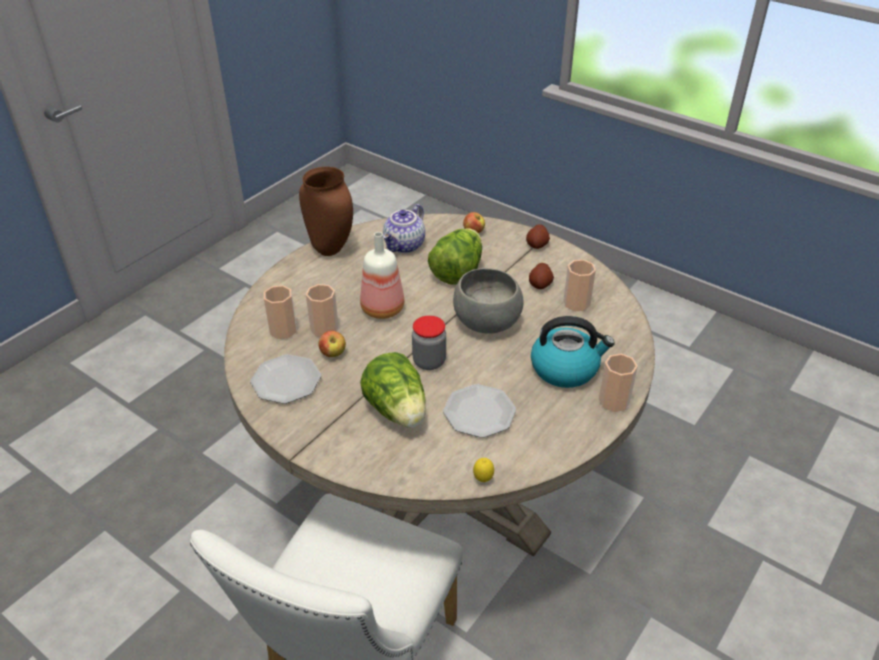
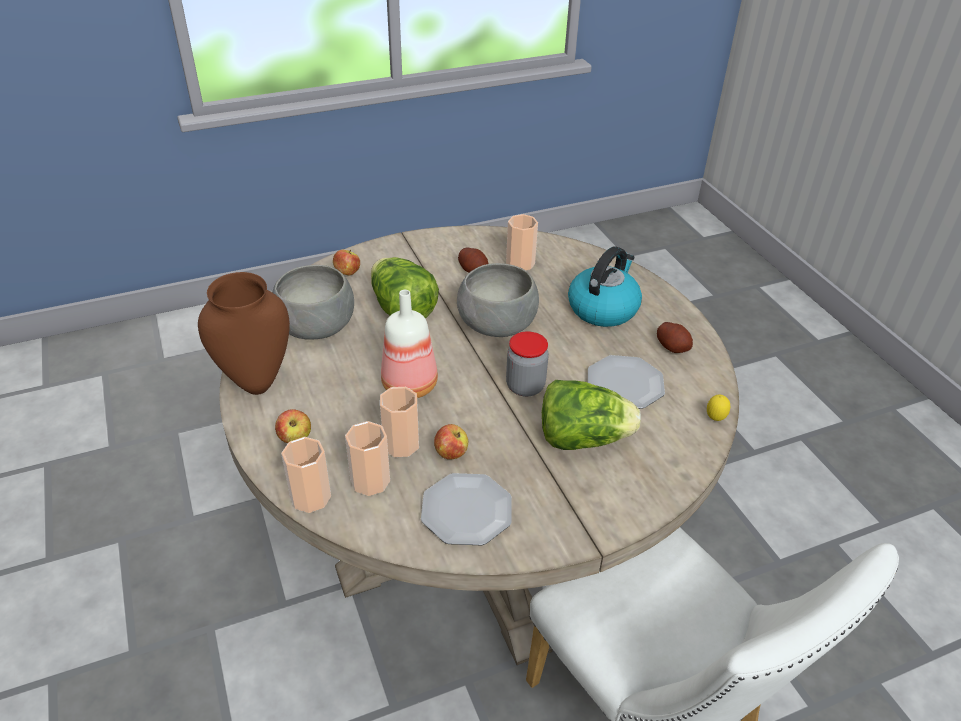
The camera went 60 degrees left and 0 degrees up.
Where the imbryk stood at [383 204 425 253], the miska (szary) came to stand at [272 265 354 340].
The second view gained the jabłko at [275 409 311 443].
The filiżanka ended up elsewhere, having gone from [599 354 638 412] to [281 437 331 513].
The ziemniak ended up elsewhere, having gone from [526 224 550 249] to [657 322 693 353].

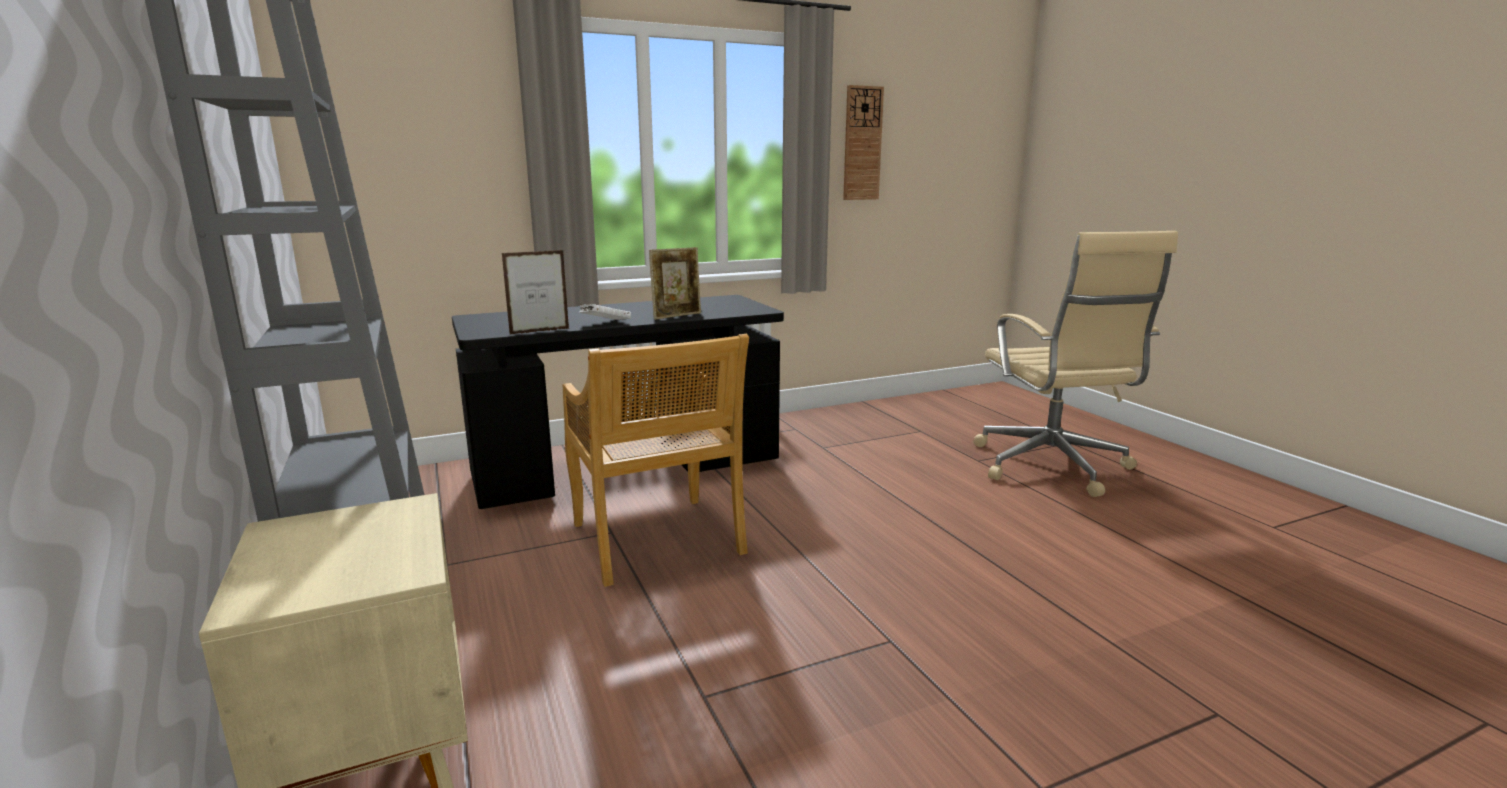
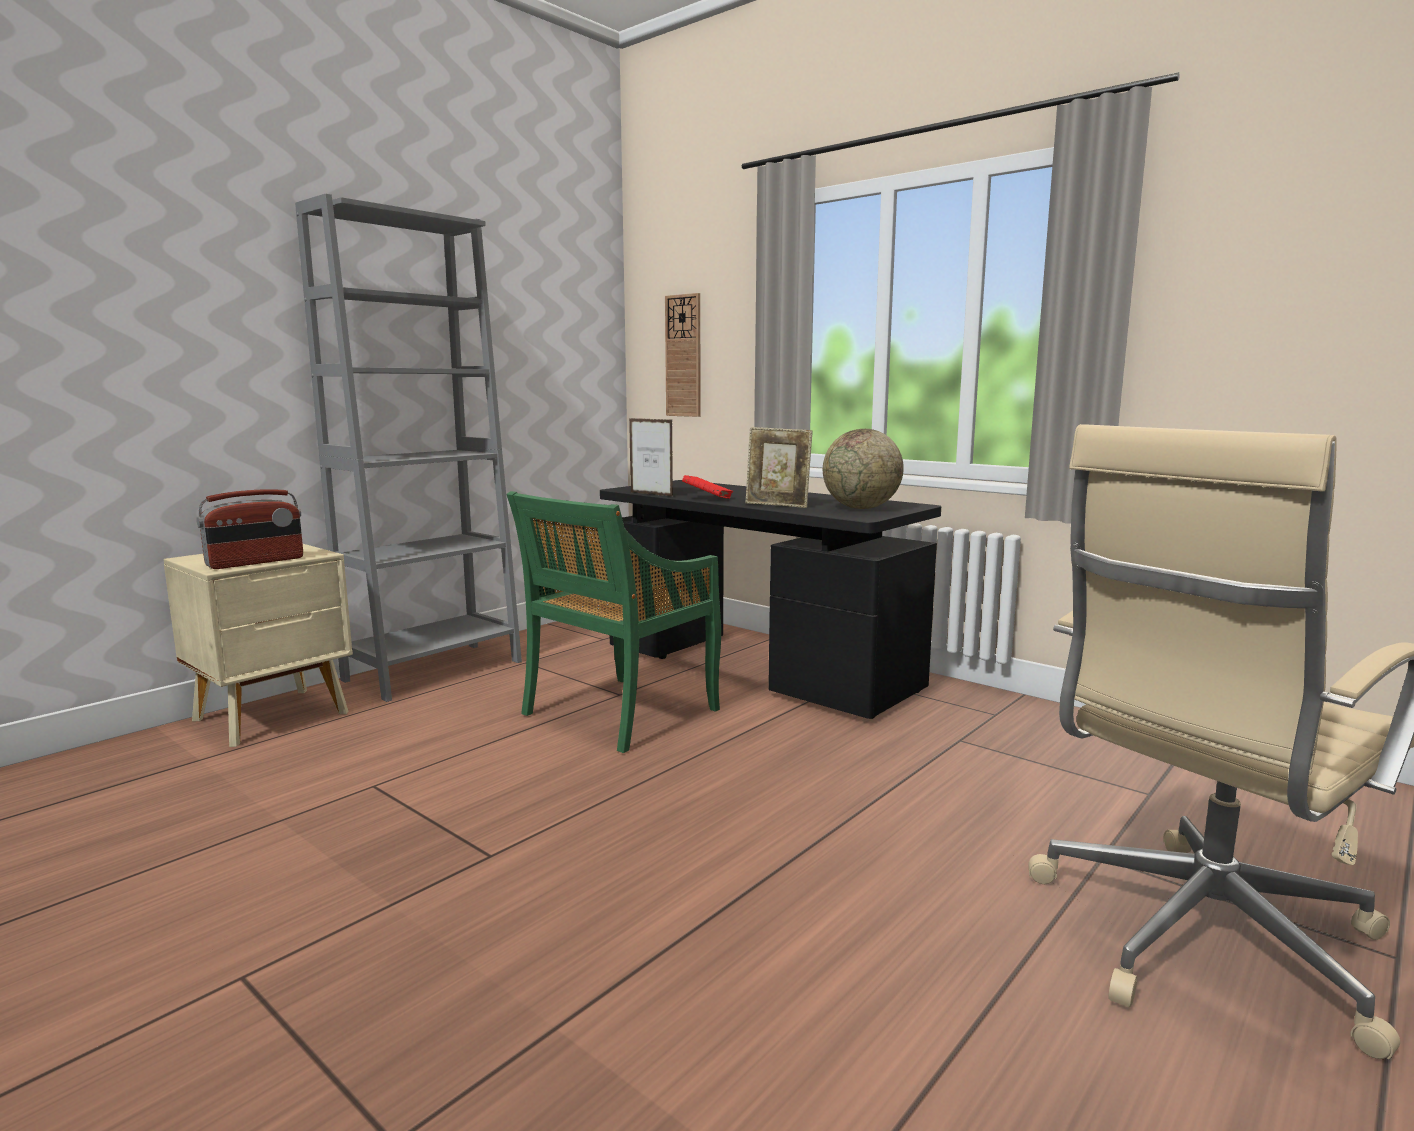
The camera went 65 degrees right and 5 degrees down.
The second view gained the radio at [196 489 303 569].
What was the krzesło (beżowy) at [563 334 749 587] turned into the krzesło (zielony) at [506 491 721 753].
The zegar ścienny ended up elsewhere, having gone from [843 85 884 200] to [665 293 700 417].
What was the książka (biały) at [579 304 631 320] turned into the książka (czerwony) at [682 475 733 499].
The second view gained the globus at [823 429 904 509].

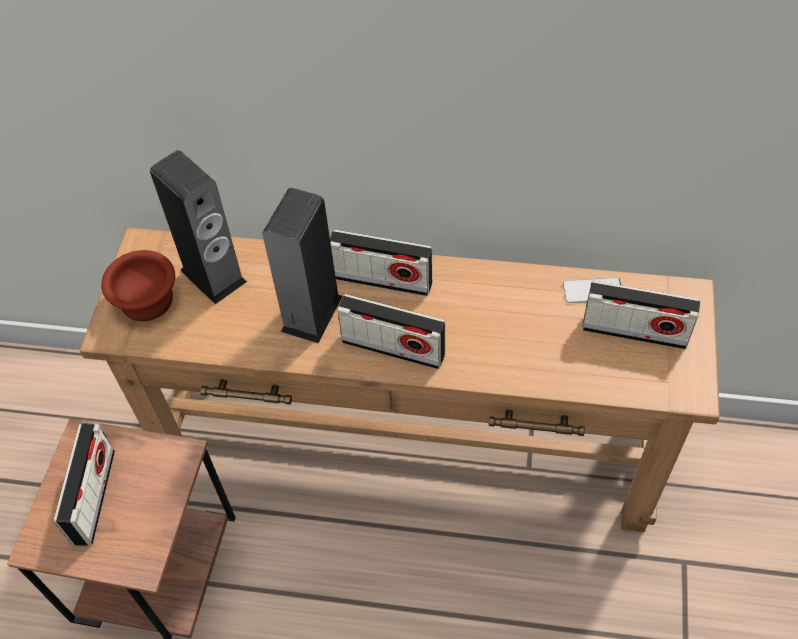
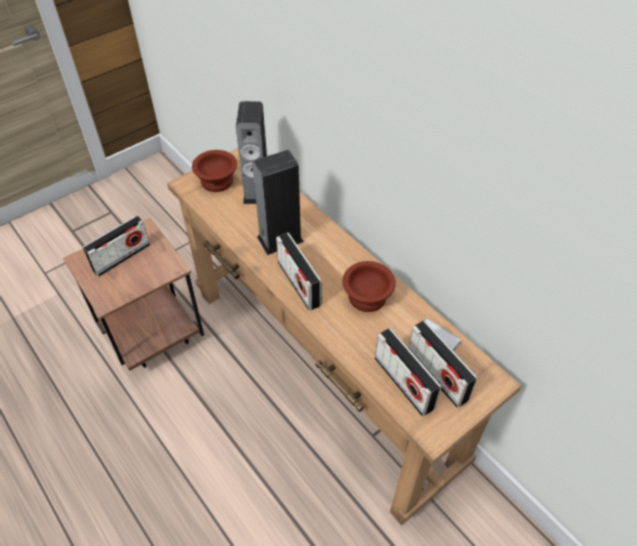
The camera went 40 degrees right and 5 degrees down.
The second view gained the miska (brązowy) at [343 261 396 312].
The radio ended up elsewhere, having gone from [330 230 432 296] to [375 328 441 416].

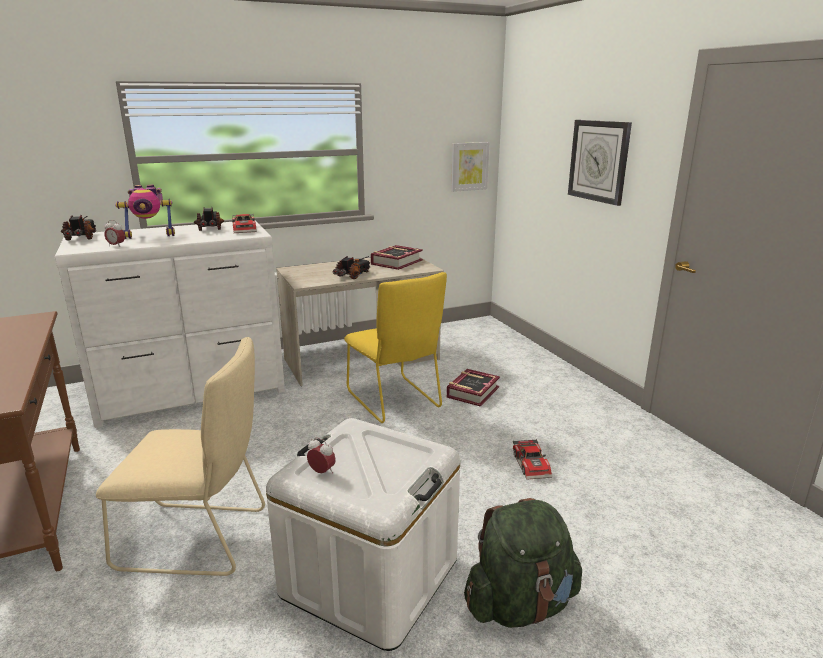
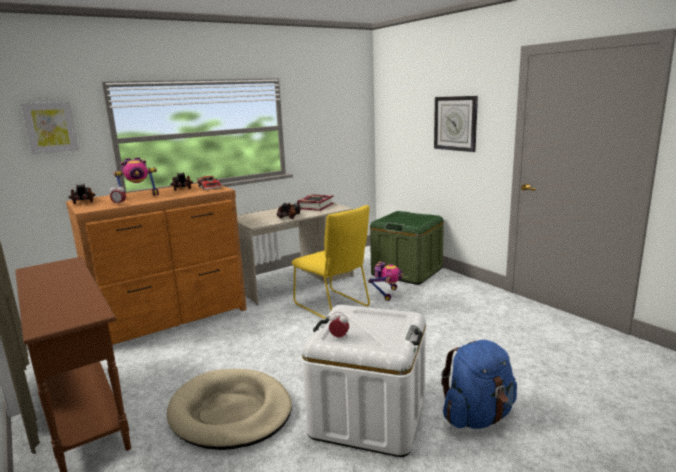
The camera went 10 degrees left and 5 degrees down.
The obraz ended up elsewhere, having gone from [451 142 489 192] to [21 102 79 154].
What was the komoda (biały) at [55 220 285 428] turned into the komoda (brązowy) at [66 183 247 345].
Where the krzesło (beżowy) stood at [96 337 265 576], the legowisko (beżowy) came to stand at [167 369 292 450].
Where the książka stood at [447 369 500 407], the robot zabawkowy came to stand at [368 261 403 301].
The second view gained the pojemnik do przechowywania (zielony) at [370 211 444 285].
What was the plecak (zielony) at [464 498 582 628] turned into the plecak (niebieski) at [441 340 517 429].
The second view lost the samochodzik at [513 439 552 480].

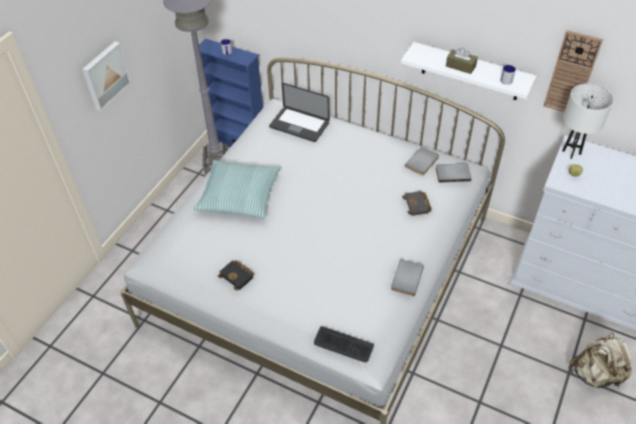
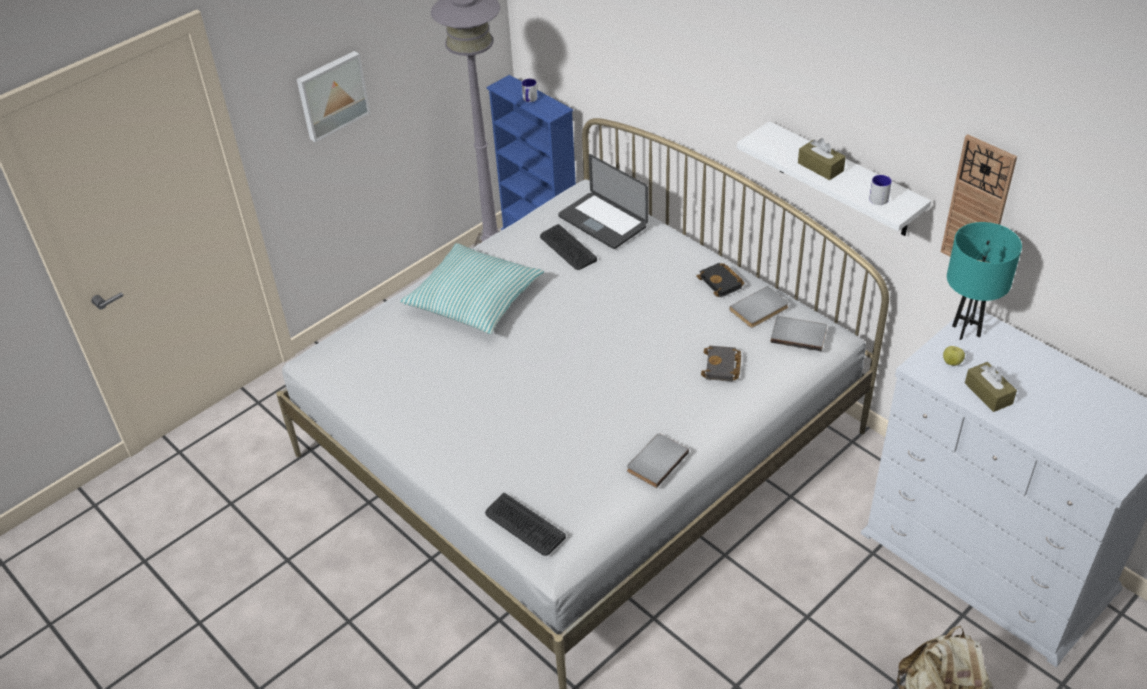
The camera went 20 degrees right and 5 degrees down.
The second view gained the klawiatura at [540 224 597 270].
The książka (czarny) ended up elsewhere, having gone from [218 260 254 290] to [696 263 745 297].
What was the lampa stołowa (biały) at [562 84 614 159] turned into the lampa stołowa (turkusowy) at [947 222 1022 340].
The second view gained the pudełko chusteczek (brązowy) at [965 362 1017 412].

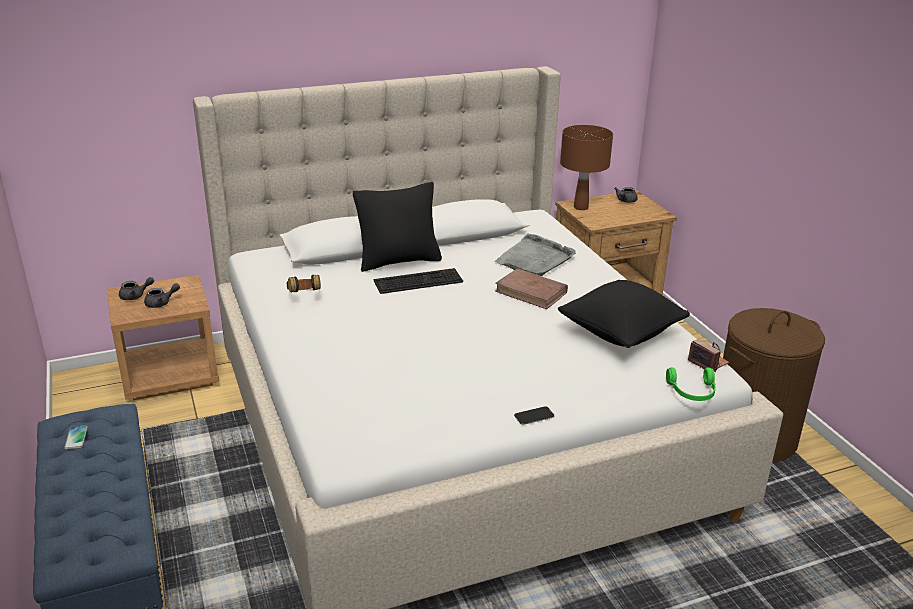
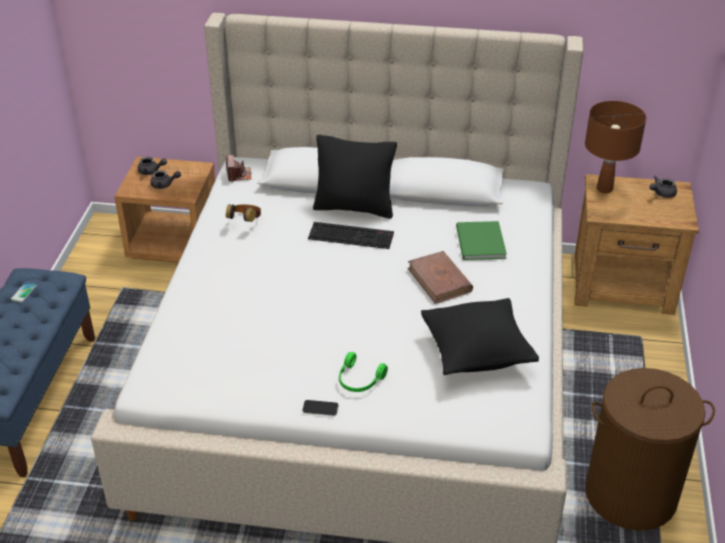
The camera went 30 degrees right and 10 degrees up.
The aparat fotograficzny ended up elsewhere, having gone from [688 339 729 372] to [225 155 252 182].
The słuchawki (zielony) ended up elsewhere, having gone from [666 367 716 401] to [339 352 388 392].
Where the taca (szary) stood at [494 234 576 276], the książka (zielony) came to stand at [456 221 507 260].

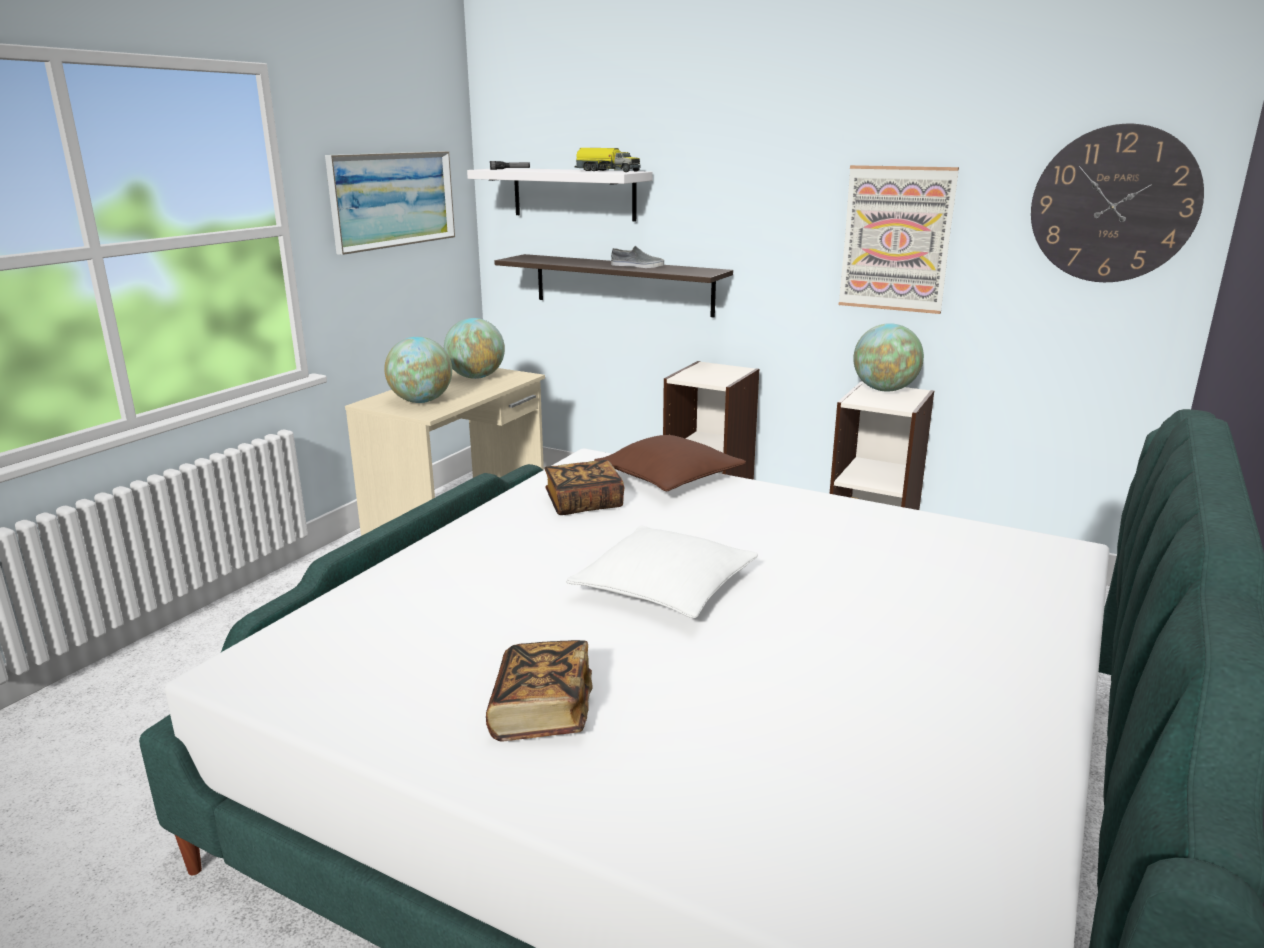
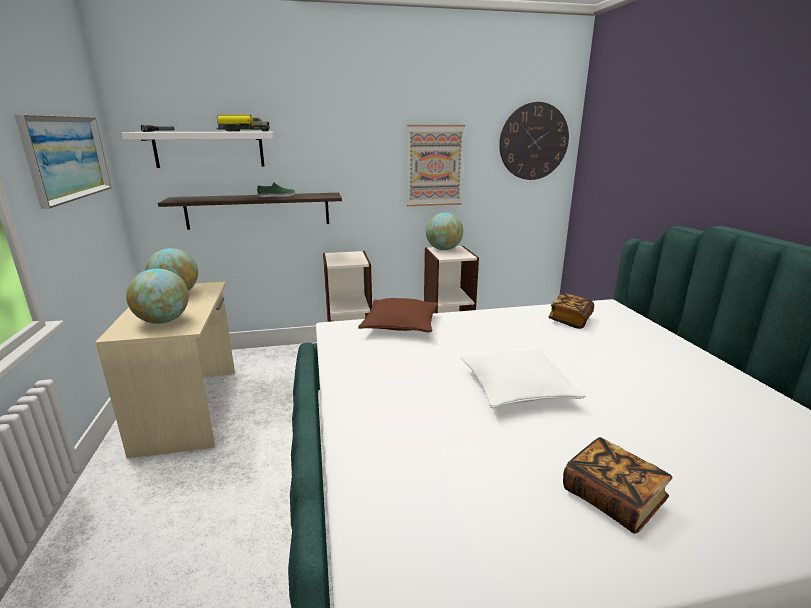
The camera went 40 degrees left and 0 degrees up.
What was the but (szary) at [611 246 664 268] turned into the but (zielony) at [257 183 295 197].
The książka ended up elsewhere, having gone from [544 460 624 515] to [548 293 594 329].

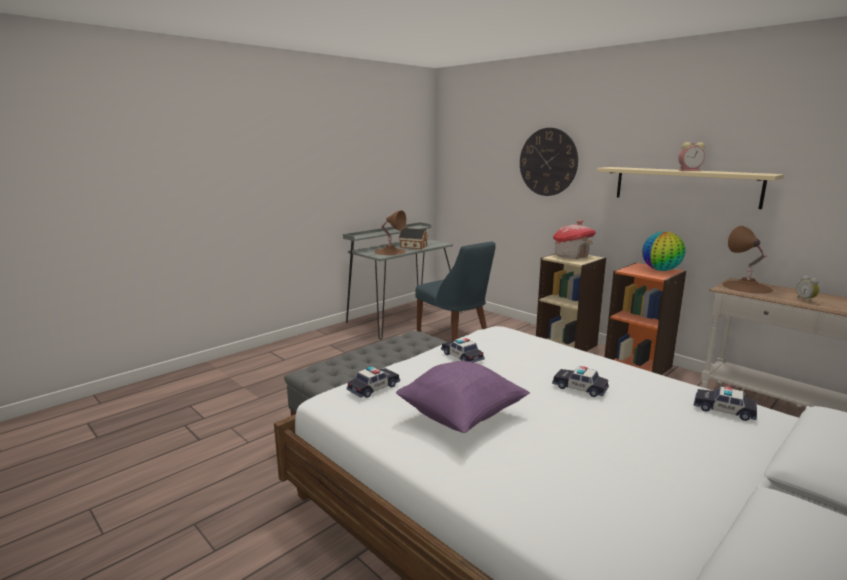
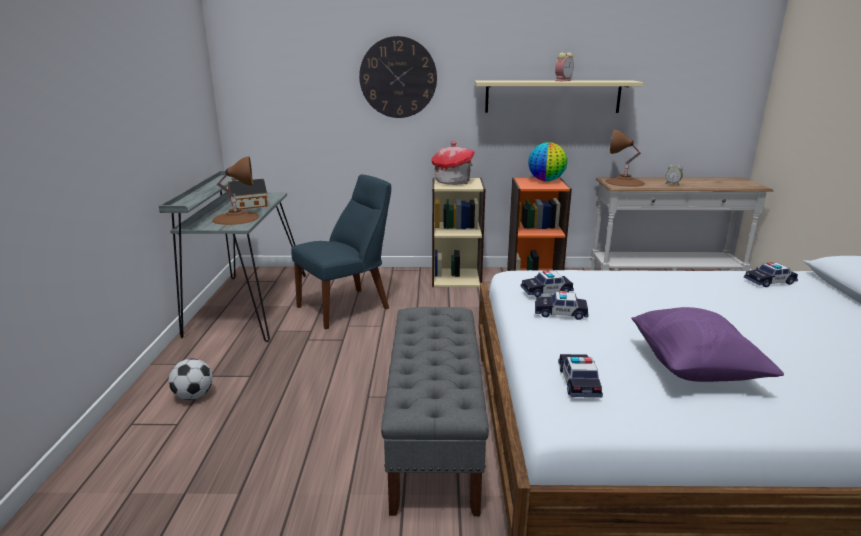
The camera went 45 degrees left and 5 degrees up.
The second view gained the piłka futbolowa at [169 359 213 400].
The krzesło (niebieski) at [415 242 496 341] ended up facing another way, 45 degrees counterclockwise from before.
The samochodzik ended up elsewhere, having gone from [552 366 609 397] to [521 271 574 297].

